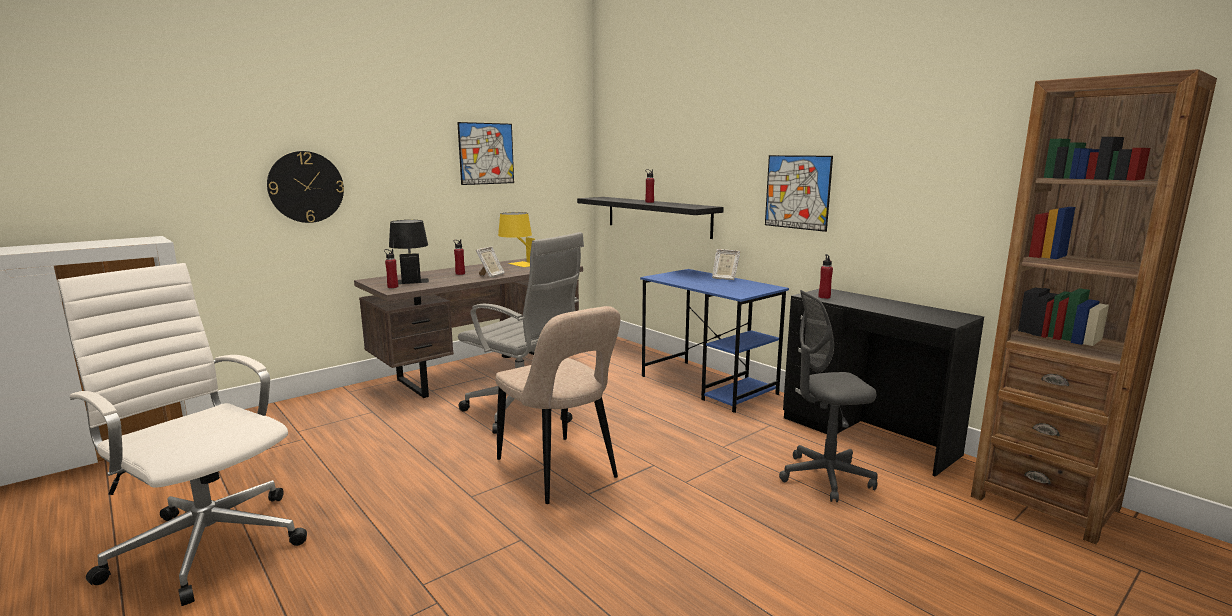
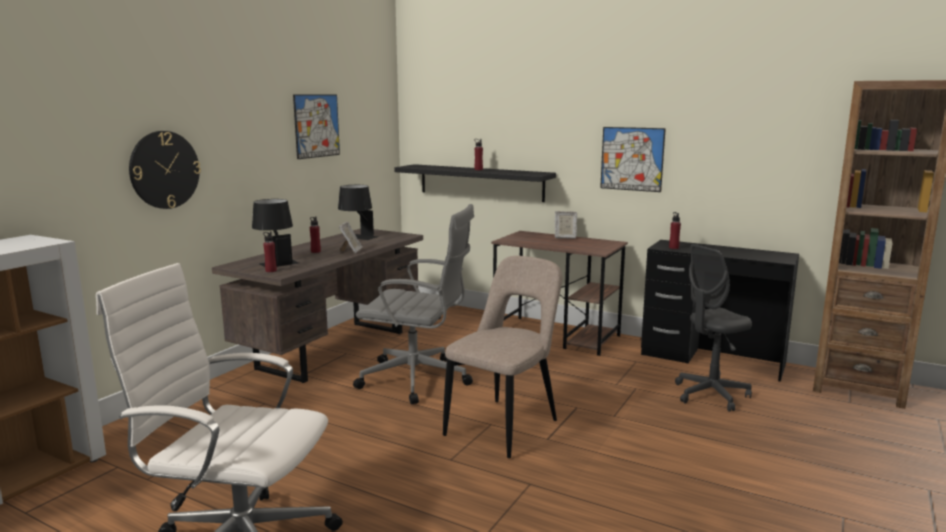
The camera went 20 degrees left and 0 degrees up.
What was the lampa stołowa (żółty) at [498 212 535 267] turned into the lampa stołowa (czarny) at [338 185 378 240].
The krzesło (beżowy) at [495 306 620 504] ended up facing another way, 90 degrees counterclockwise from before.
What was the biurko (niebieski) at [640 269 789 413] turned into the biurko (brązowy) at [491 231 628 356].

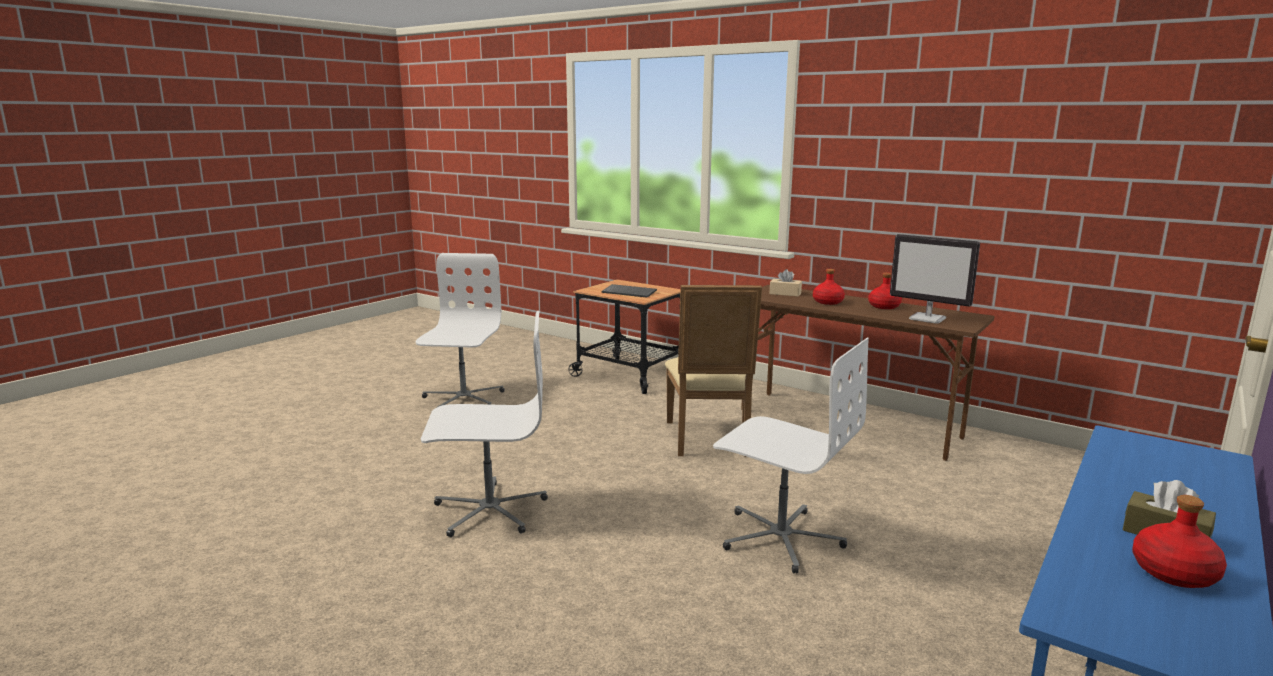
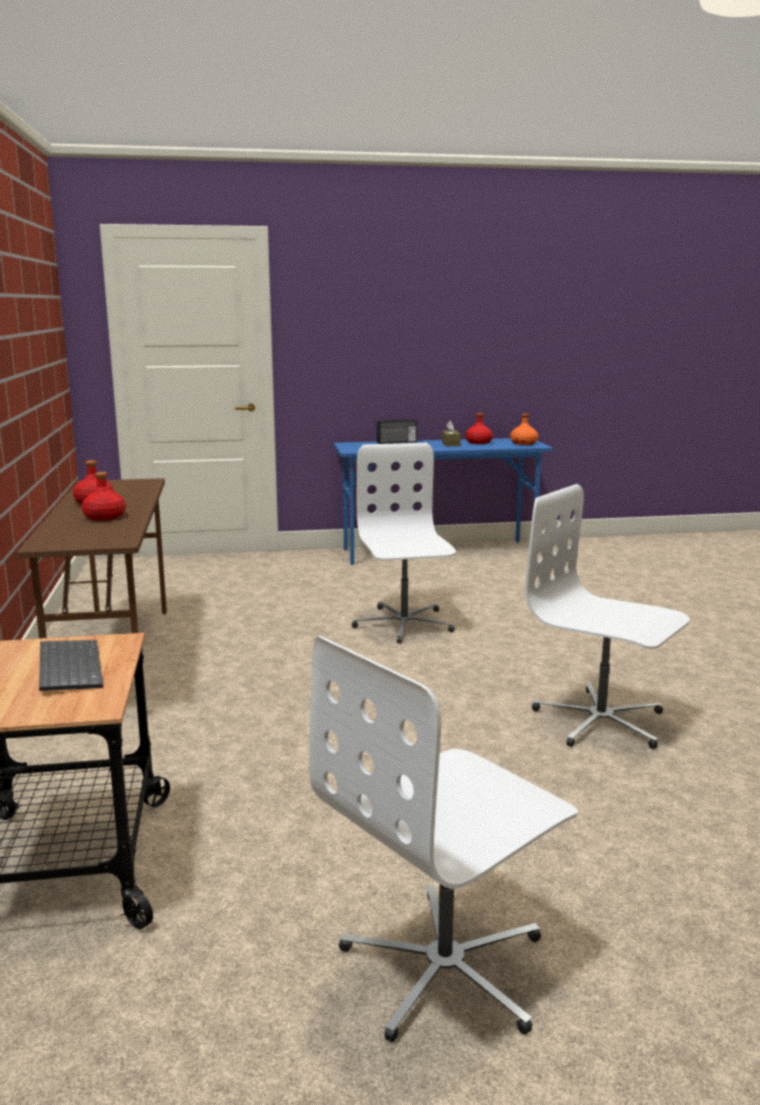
The camera went 135 degrees left and 0 degrees up.
The second view gained the radio at [377 420 417 444].
The second view gained the butelka (pomarańczowy) at [510 413 538 445].
The second view lost the krzesło (beżowy) at [665 285 762 457].
The second view lost the pudełko chusteczek (beżowy) at [770 269 802 297].
The second view lost the monitor at [890 234 980 324].

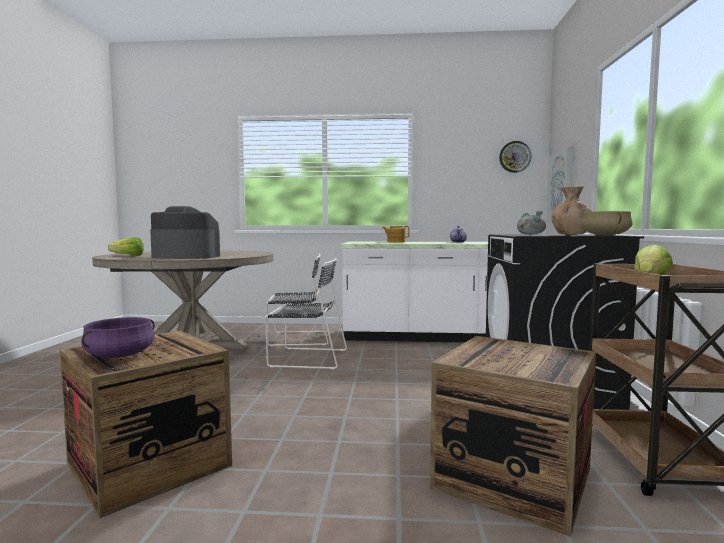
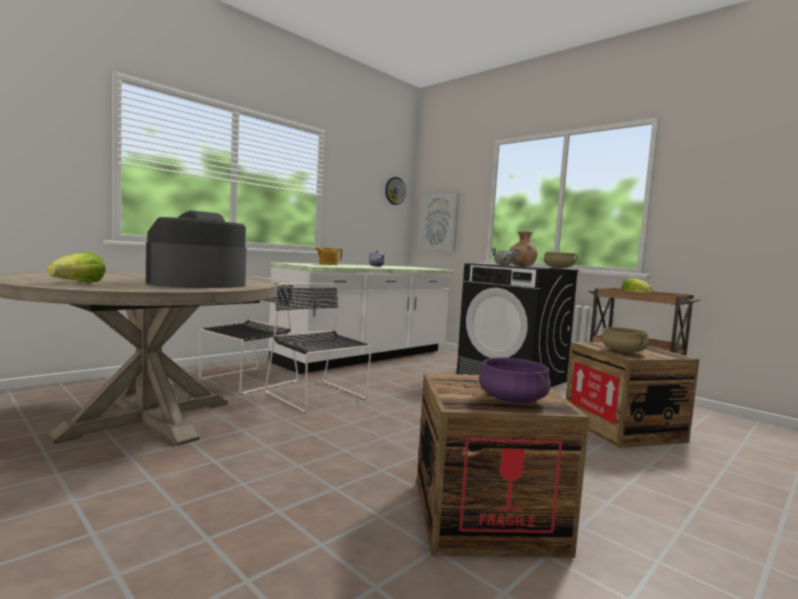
The camera went 50 degrees left and 0 degrees up.
The krzesło (czarny) at [265 258 347 369] ended up facing another way, 90 degrees counterclockwise from before.
The second view gained the garnek (beżowy) at [602 327 649 353].

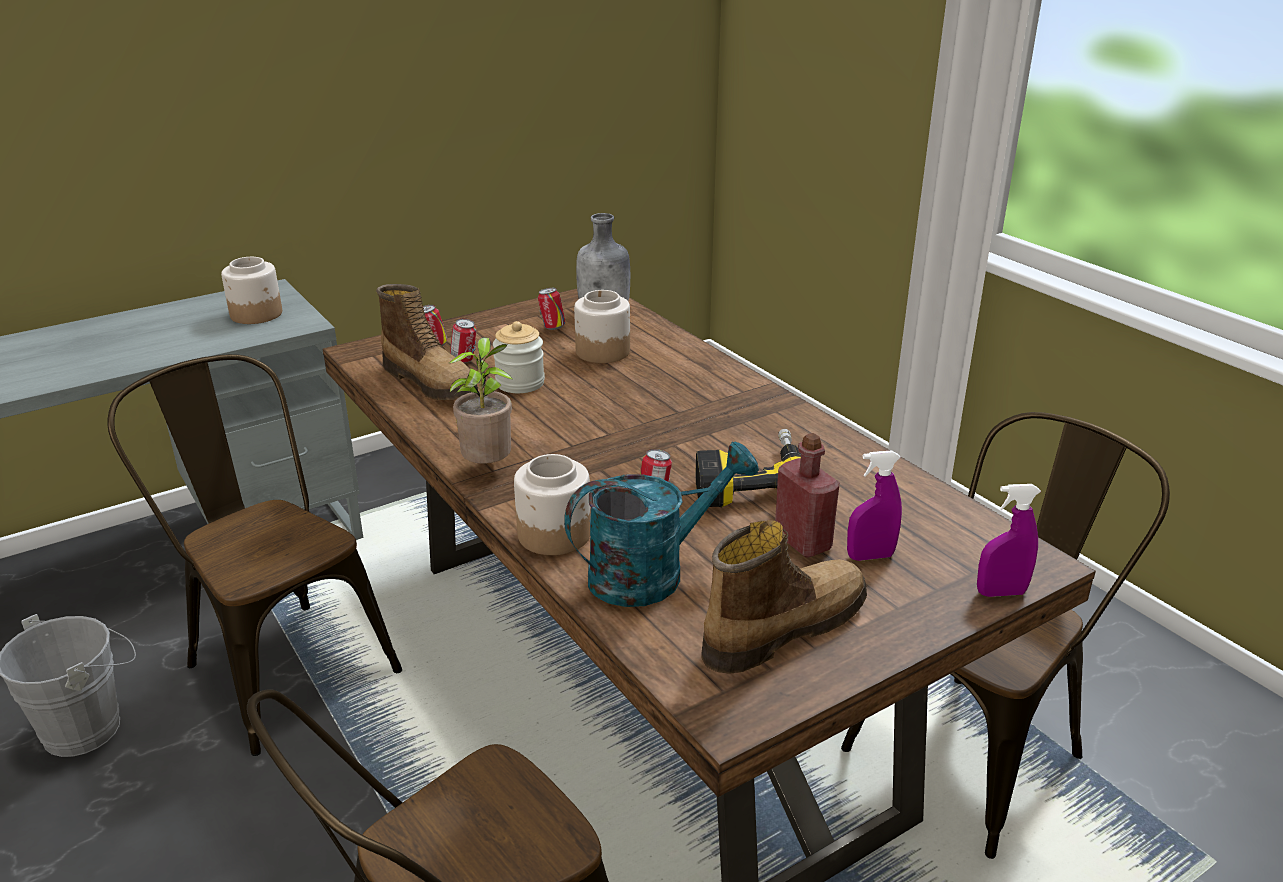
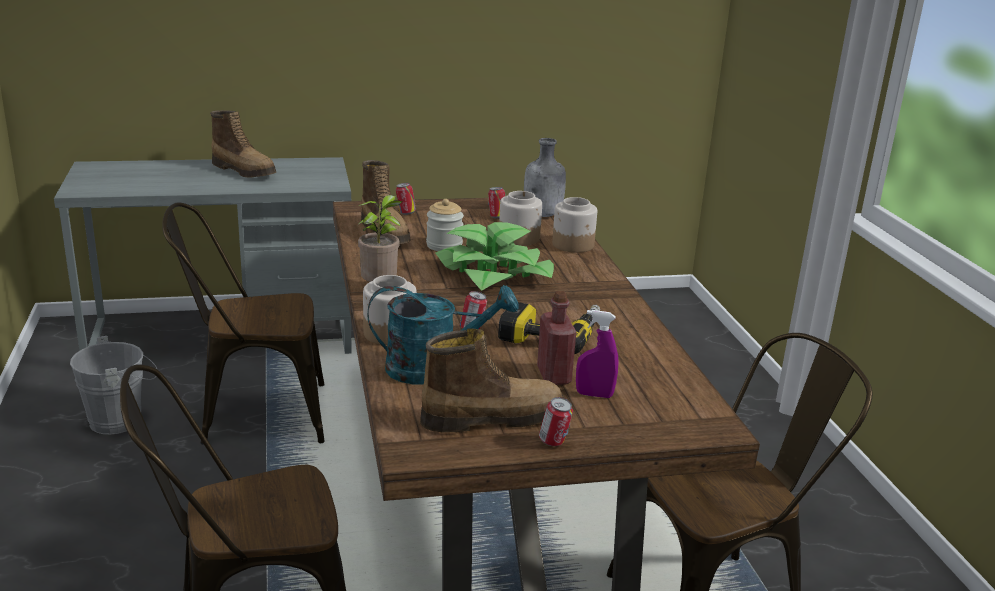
The camera went 20 degrees right and 5 degrees down.
The krzesło (brązowy) at [108 354 402 756] ended up facing another way, 75 degrees counterclockwise from before.
The second view gained the but z cholewką at [210 110 276 177].
The second view gained the roślina doniczkowa at [435 222 554 291].
The puszka ended up elsewhere, having gone from [450 318 476 363] to [539 397 573 446].
The słoik ended up elsewhere, having gone from [221 257 282 324] to [552 197 597 253].
The second view lost the spryskiwacz (fioletowy) at [977 484 1041 597].

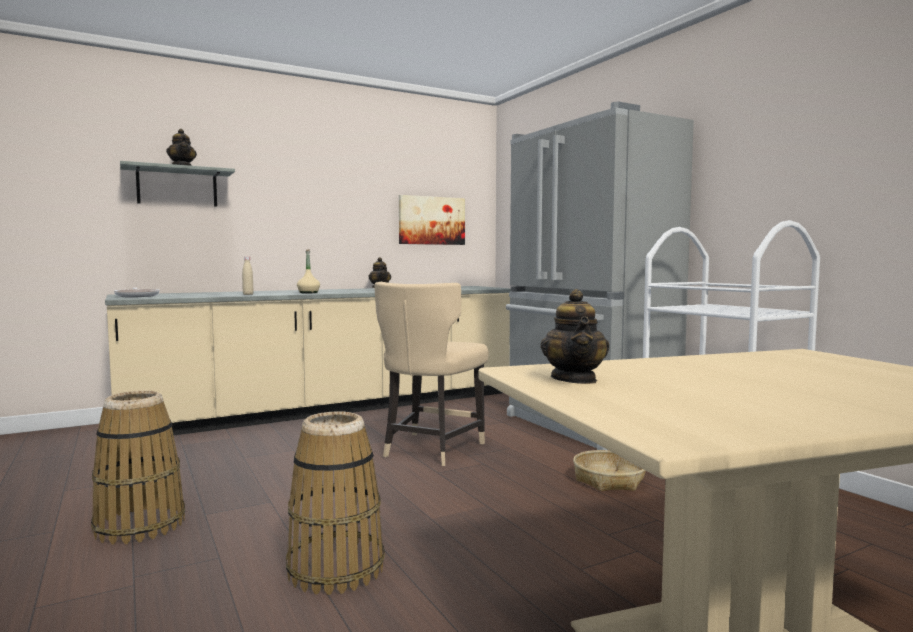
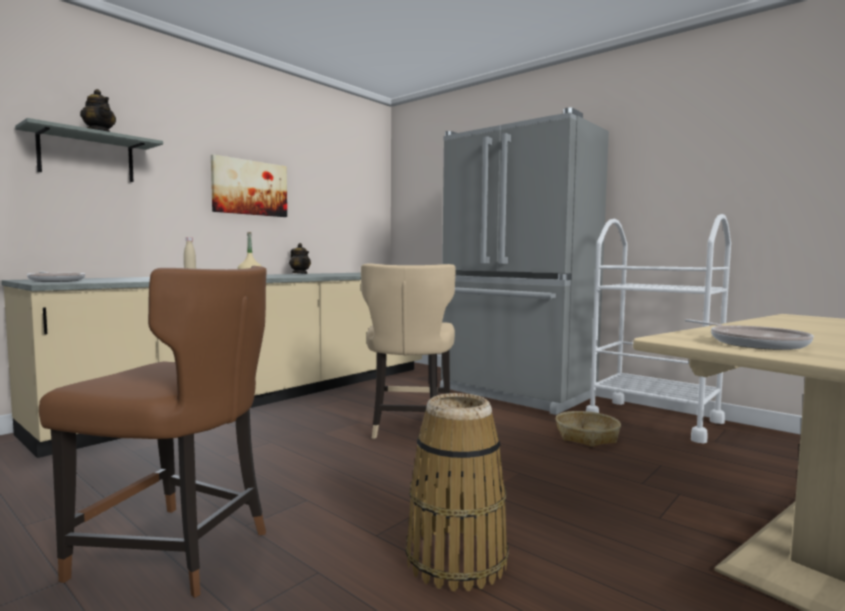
The camera went 20 degrees left and 0 degrees up.
Where the koszyk stood at [91 391 185 545], the krzesło (brązowy) came to stand at [39 266 267 598].
The obraz ended up elsewhere, having gone from [399 195 465 245] to [211 154 287 217].
Where the imbryk stood at [540 289 609 384], the patelnia came to stand at [685 319 814 350].

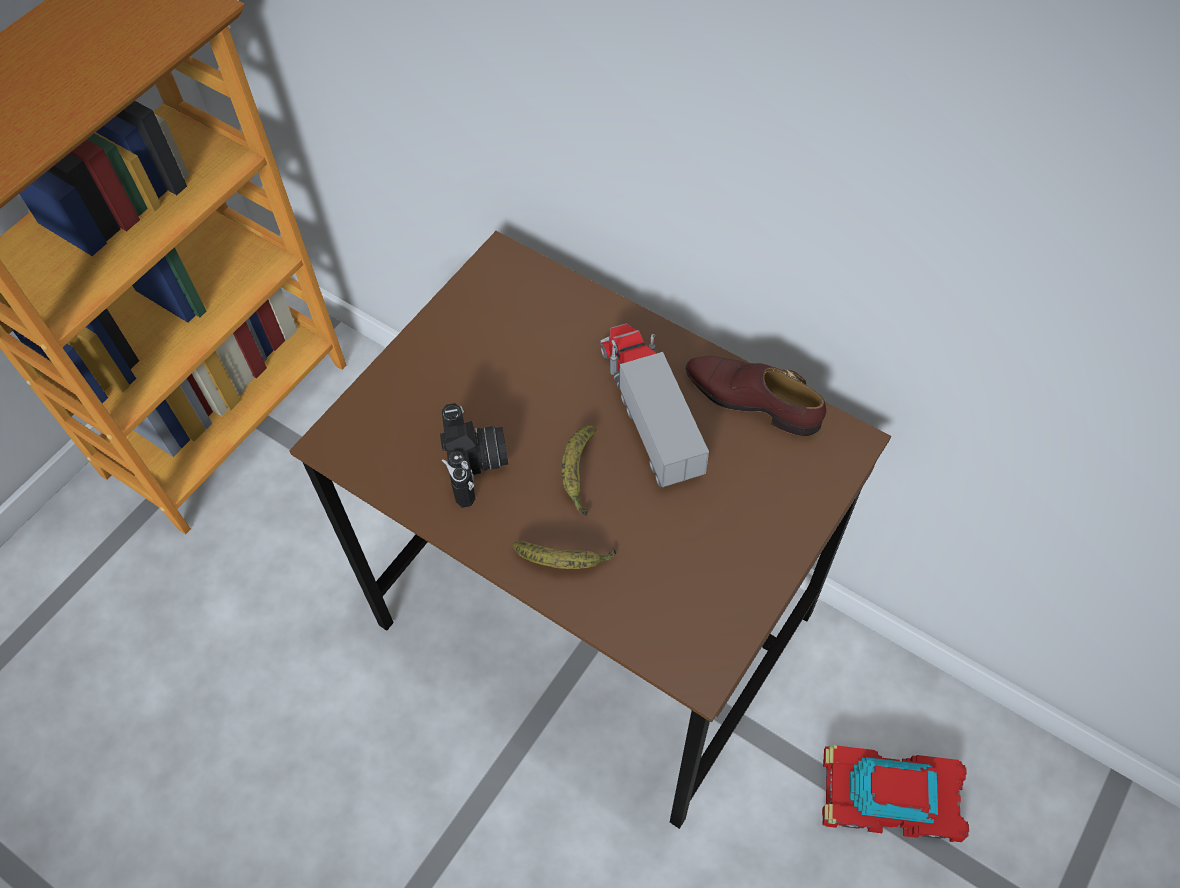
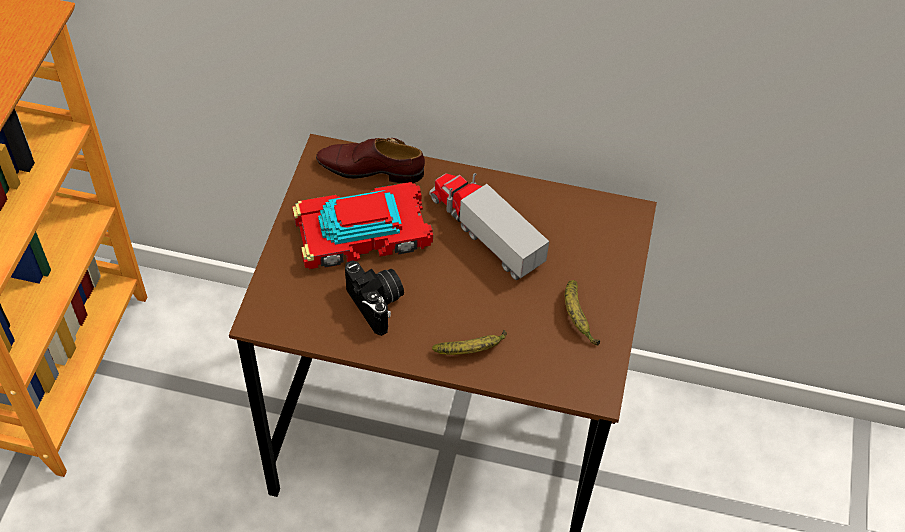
The camera went 25 degrees left and 5 degrees down.
The samochodzik ended up elsewhere, having gone from [822 745 969 842] to [292 182 433 269].
The but (brązowy) ended up elsewhere, having gone from [686 356 826 436] to [316 138 425 183].
The banan ended up elsewhere, having gone from [561 425 597 517] to [565 280 600 346].

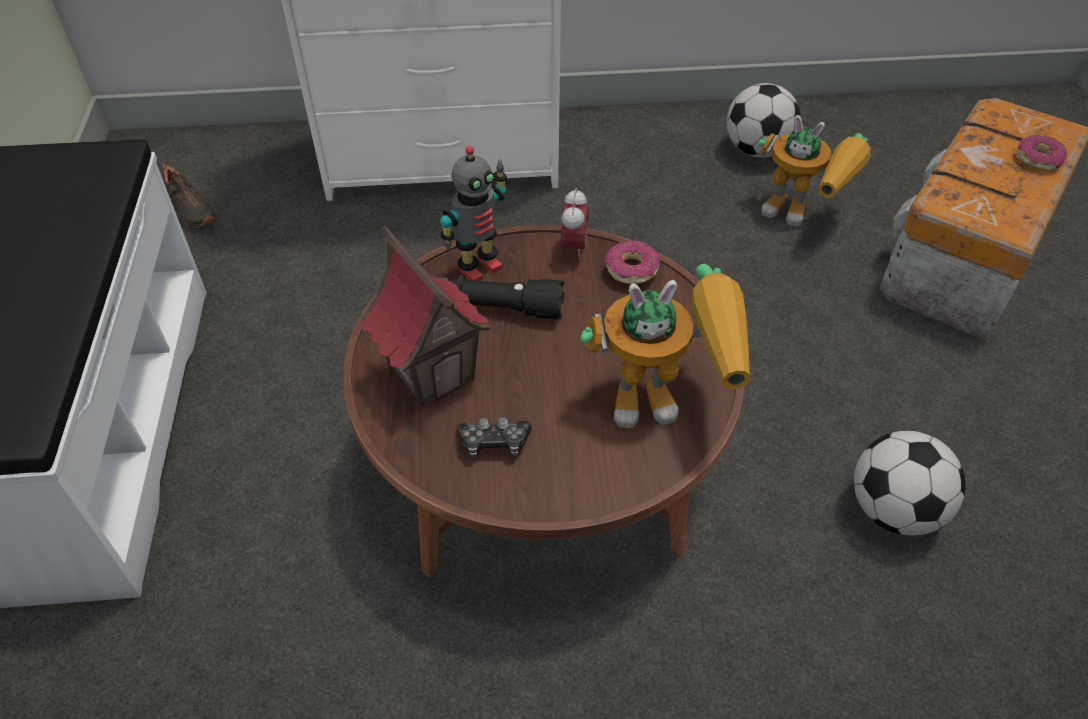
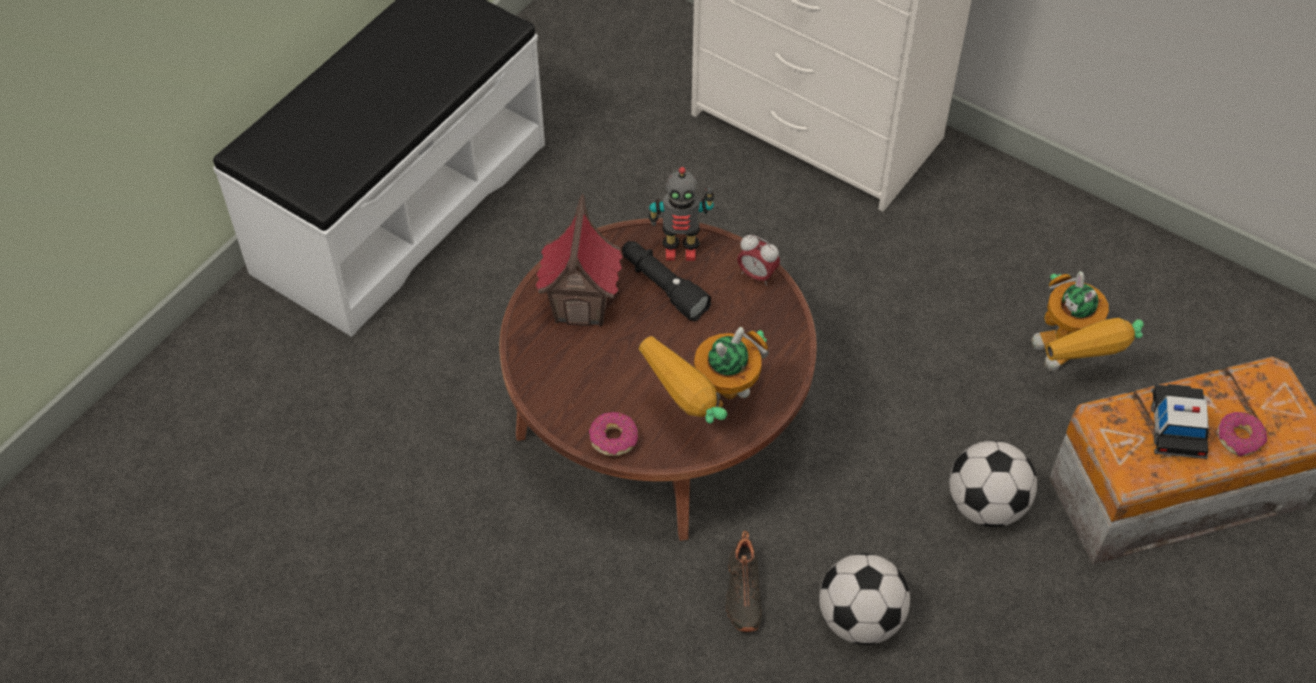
The camera went 40 degrees right and 5 degrees up.
The donut ended up elsewhere, having gone from [605 240 661 284] to [589 412 638 456].
The robot zabawkowy at [580 264 751 428] ended up facing another way, 105 degrees clockwise from before.
The but (czarny) ended up elsewhere, having gone from [163 163 216 227] to [726 531 762 632].
The budzik at [561 188 589 260] ended up facing another way, 75 degrees clockwise from before.
The piłka futbolowa ended up elsewhere, having gone from [727 83 801 157] to [949 441 1037 527].
The second view gained the samochodzik at [1151 384 1209 459].
The second view lost the pad do gier at [457 417 532 458].

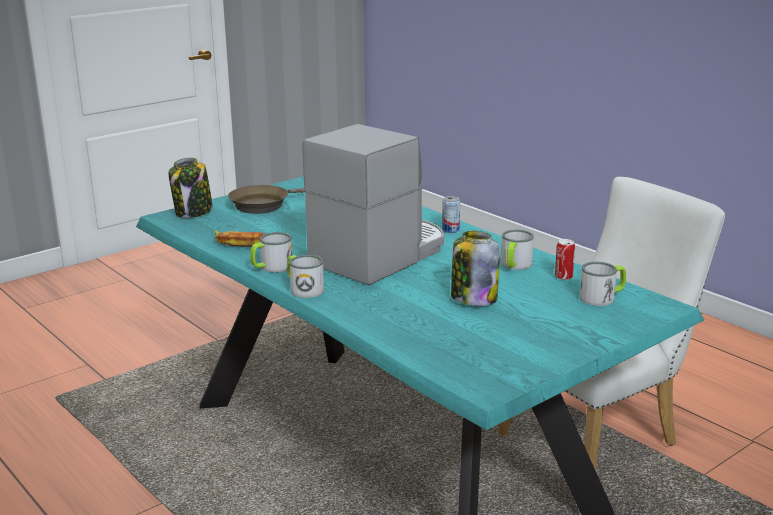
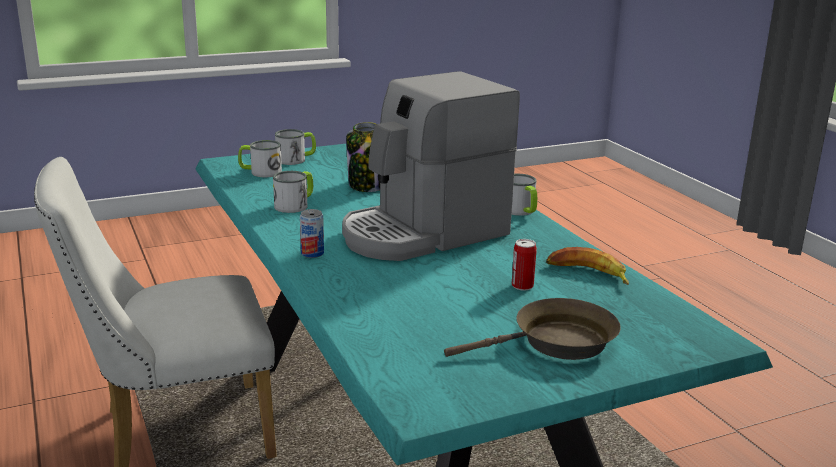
The camera went 165 degrees left and 0 degrees up.
The kubek ended up elsewhere, having gone from [250 232 292 273] to [275 129 316 165].
The puszka ended up elsewhere, having gone from [555 239 575 280] to [512 239 537 290].
The second view lost the słoik at [168 158 213 218].

